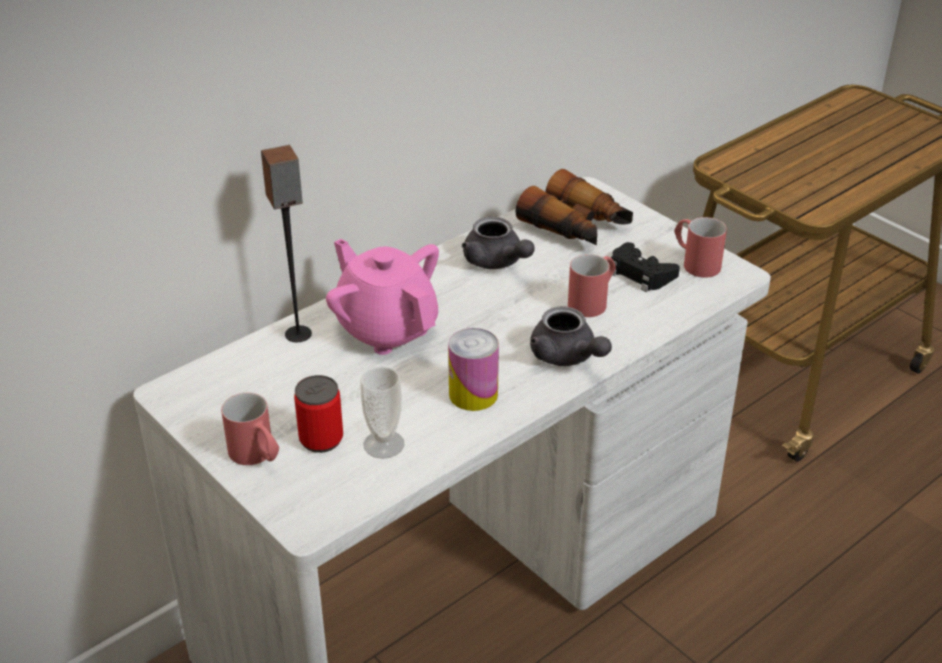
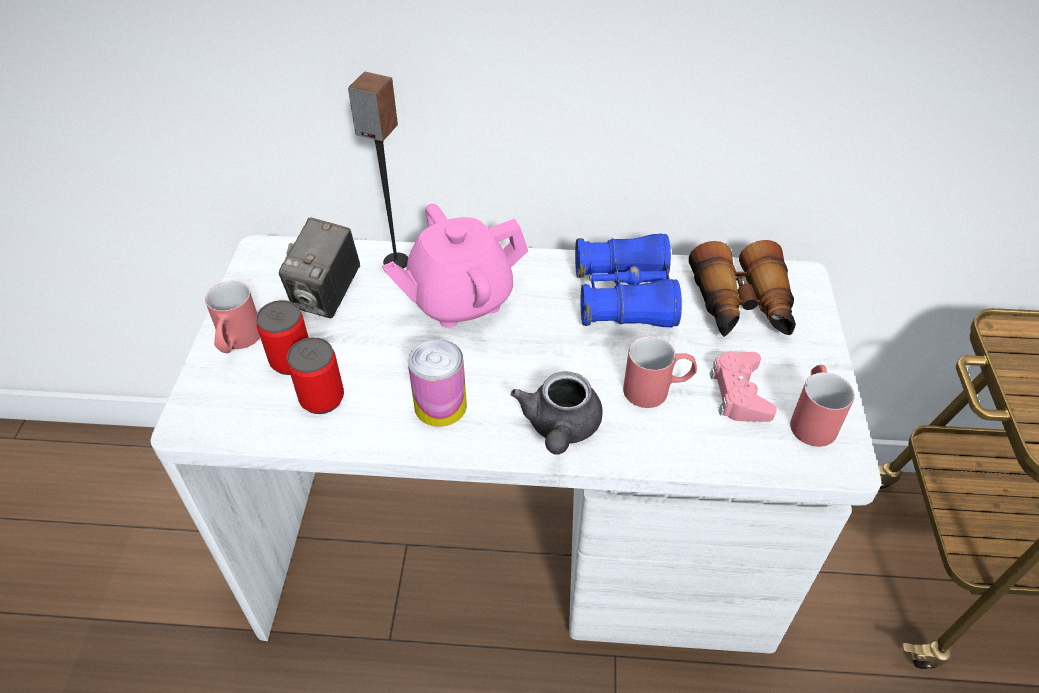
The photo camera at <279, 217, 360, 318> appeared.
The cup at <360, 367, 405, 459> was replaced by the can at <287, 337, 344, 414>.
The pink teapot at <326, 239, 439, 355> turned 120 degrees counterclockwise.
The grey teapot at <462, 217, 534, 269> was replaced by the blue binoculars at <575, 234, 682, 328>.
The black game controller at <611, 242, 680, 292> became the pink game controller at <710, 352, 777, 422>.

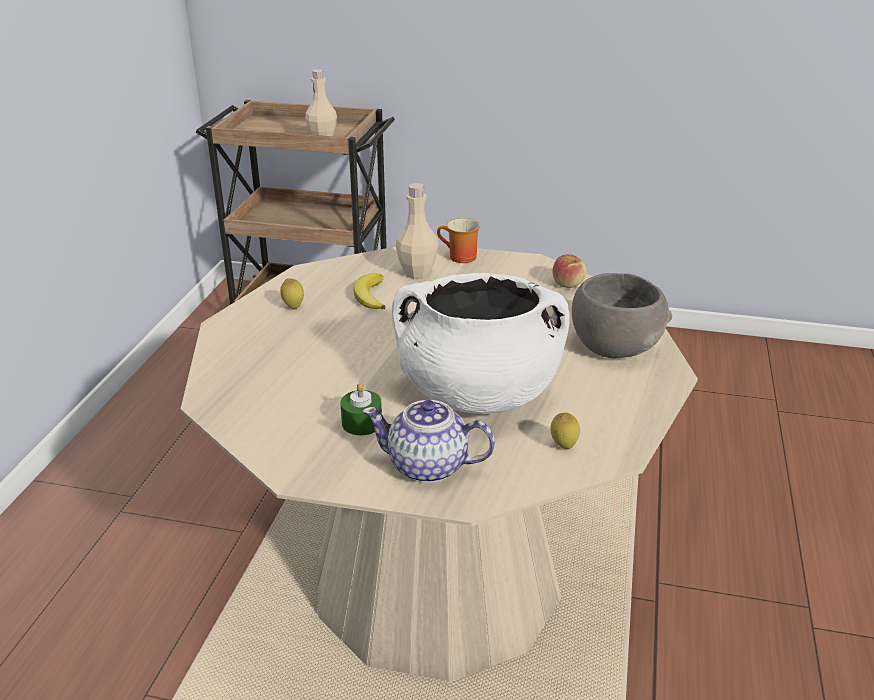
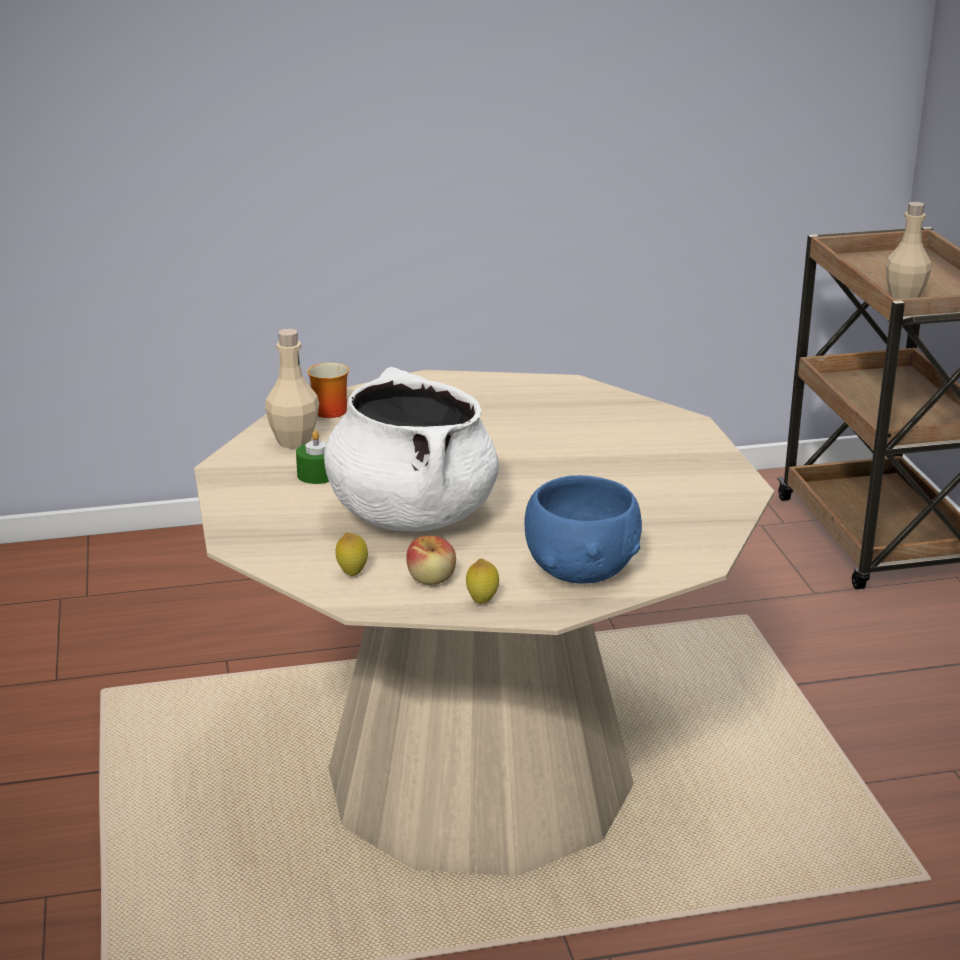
The beige bottle moved from <396, 183, 439, 279> to <265, 329, 319, 449>.
The mug moved from <437, 218, 480, 263> to <307, 363, 349, 418>.
The apple moved from <552, 254, 586, 288> to <406, 536, 456, 585>.
The lemon moved from <280, 278, 304, 309> to <466, 559, 499, 604>.
The grey bowl at <572, 273, 672, 358> became the blue bowl at <524, 475, 642, 584>.
The banana at <353, 273, 385, 309> disappeared.
The teapot at <362, 400, 495, 483> disappeared.

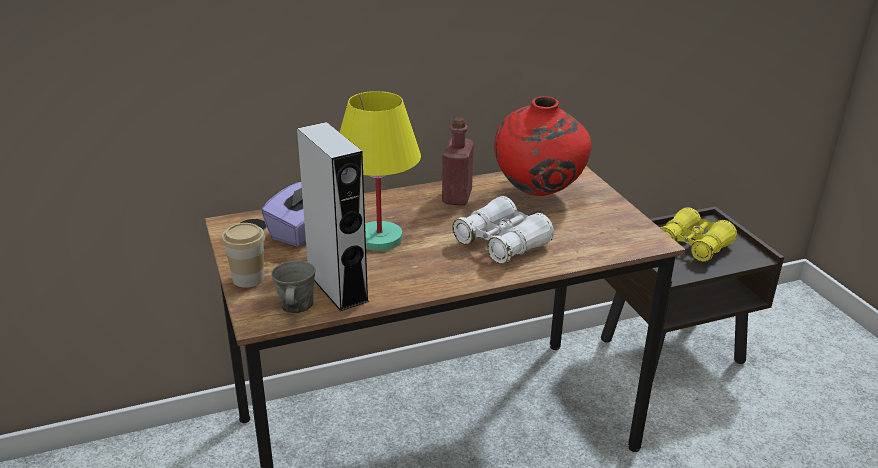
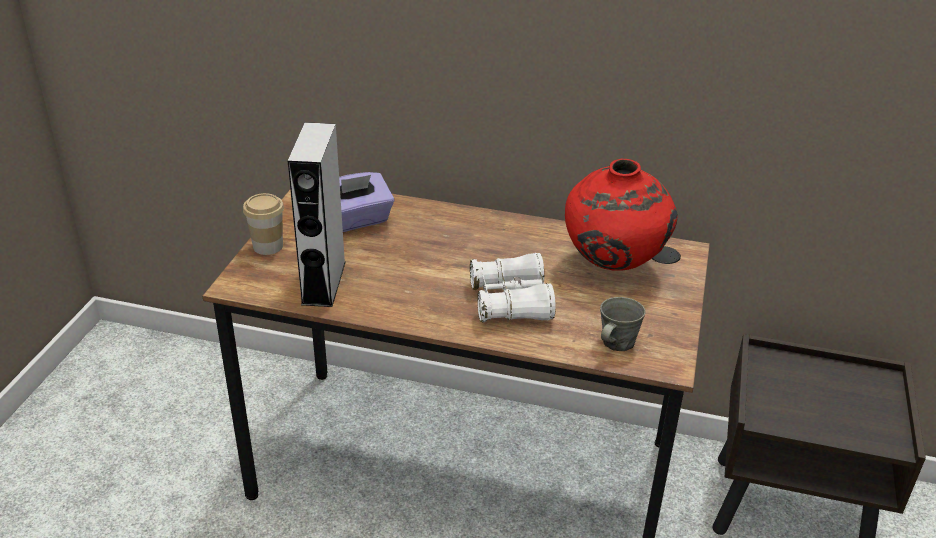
The grey mug moved from <271, 261, 315, 313> to <600, 297, 646, 351>.
The yellow table lamp at <339, 91, 421, 251> disappeared.
The red bottle at <442, 117, 474, 206> disappeared.
The yellow binoculars at <660, 207, 737, 262> disappeared.

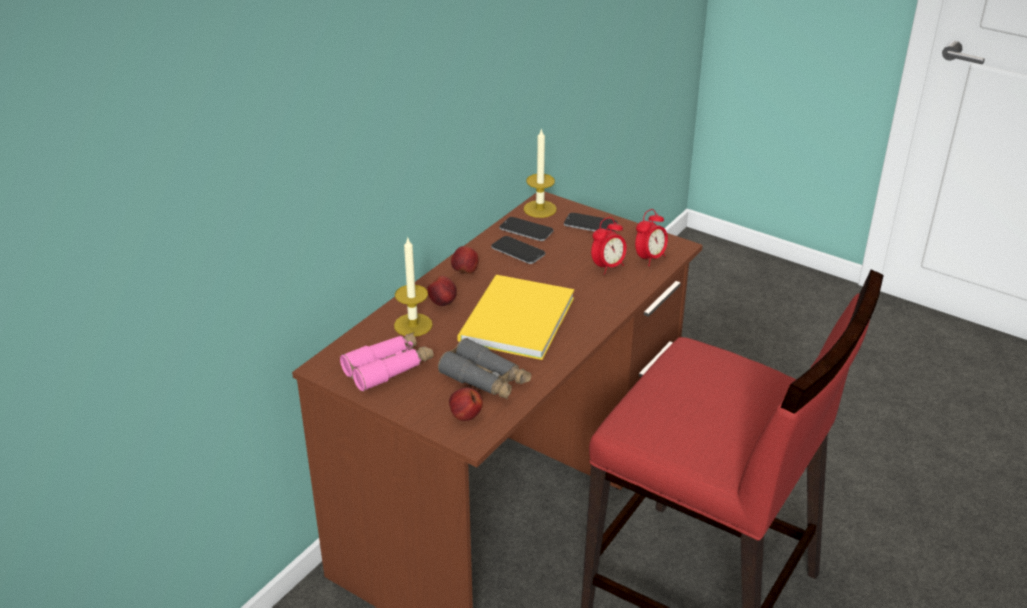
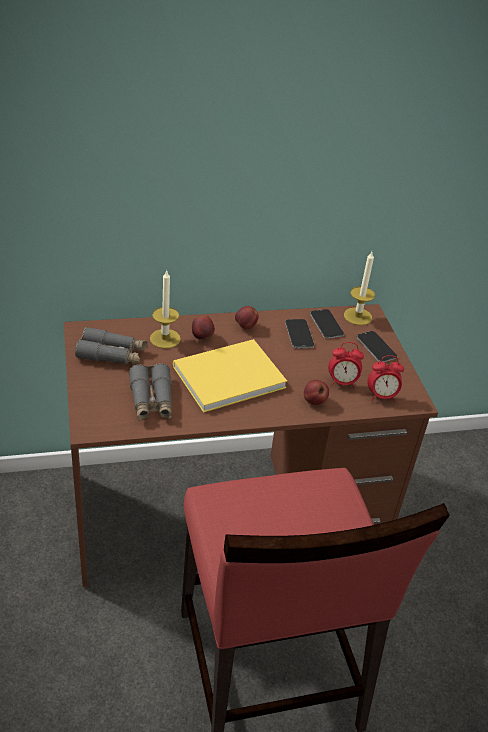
The pink binoculars at <340, 332, 434, 391> became the grey binoculars at <75, 327, 148, 364>.
The apple moved from <449, 388, 483, 421> to <304, 380, 329, 405>.

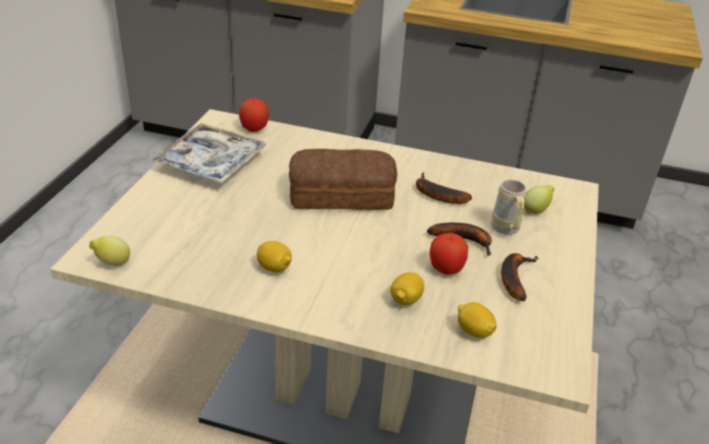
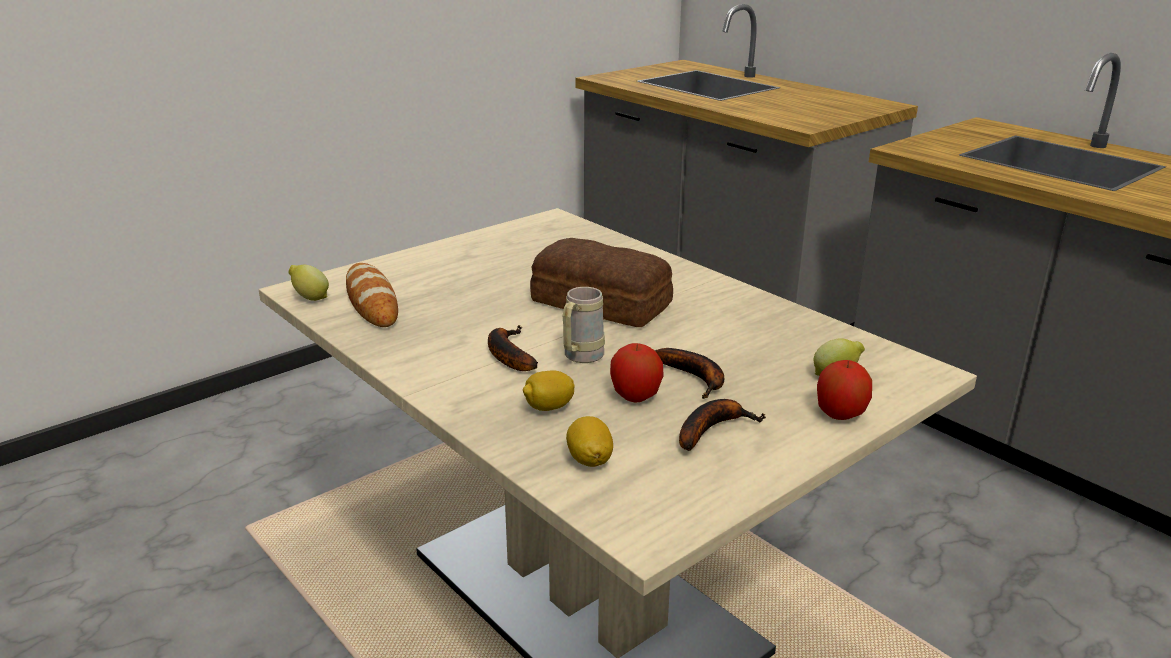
The bread at <346, 263, 398, 327> appeared.
The banana moved from <416, 172, 472, 204> to <488, 325, 538, 371>.
The beige mug moved from <491, 179, 527, 235> to <563, 287, 605, 363>.
The apple moved from <239, 98, 269, 132> to <817, 360, 872, 420>.
The tray at <151, 123, 266, 183> disappeared.
The lemon at <257, 241, 292, 272> disappeared.

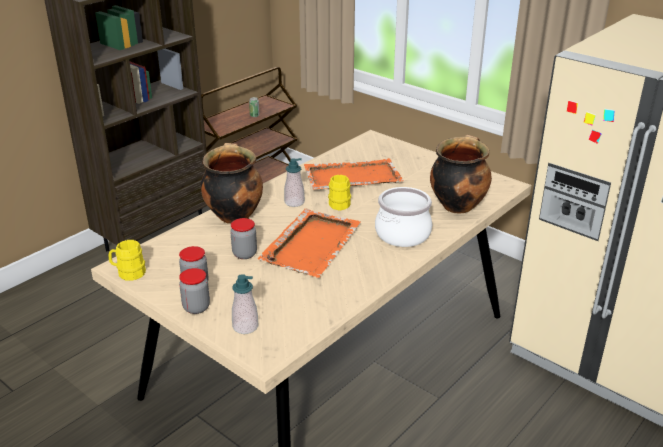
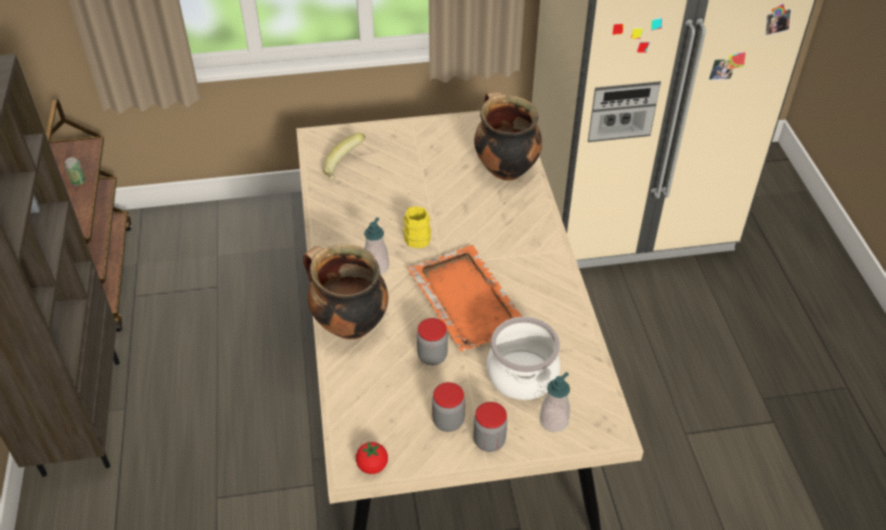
The banana at <322, 133, 365, 179> appeared.
The yellow mug at <109, 240, 146, 281> was replaced by the tomato at <356, 442, 388, 474>.
The cooking pot moved from <375, 187, 432, 247> to <486, 317, 560, 400>.
The orange tray at <304, 158, 404, 189> disappeared.

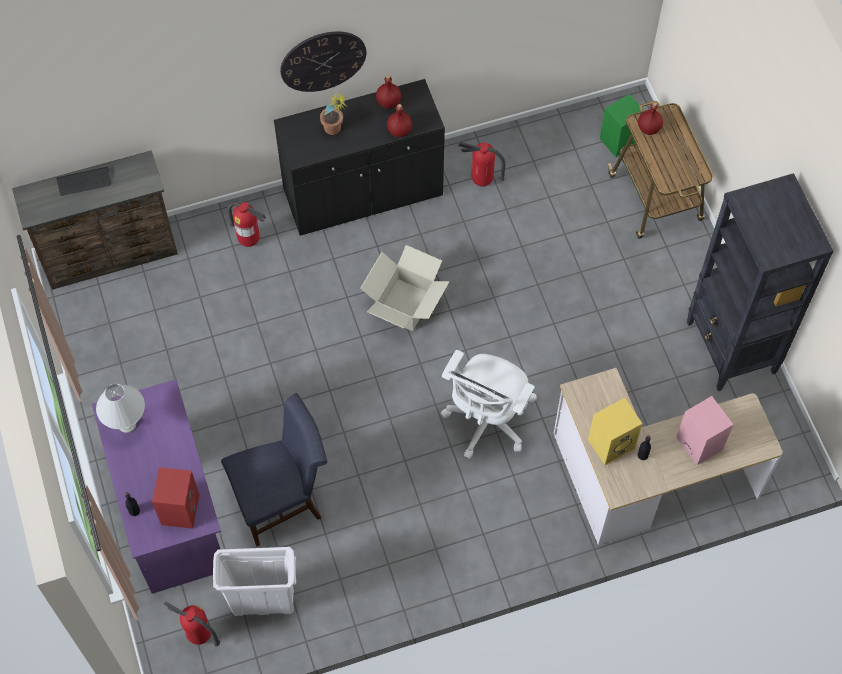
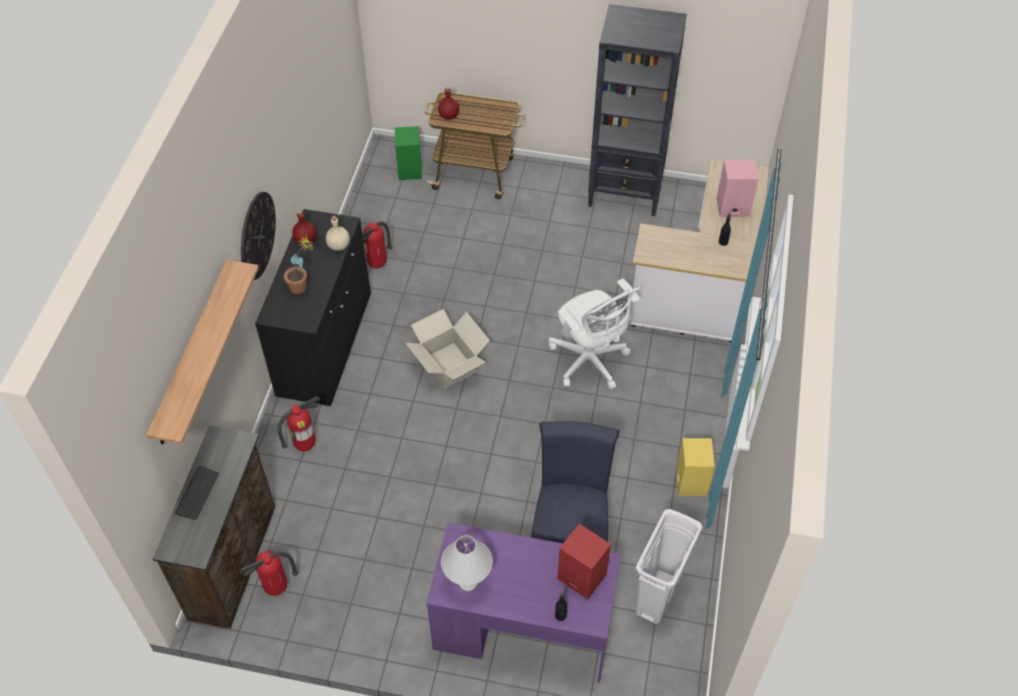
The shelf at <146, 260, 259, 445> appeared.
The fire extinguisher moved from <164, 602, 220, 646> to <240, 551, 298, 596>.
The red bottle at <387, 104, 412, 137> became the beige bottle at <326, 216, 350, 251>.
The yellow speaker moved from <588, 398, 642, 465> to <676, 438, 715, 496>.

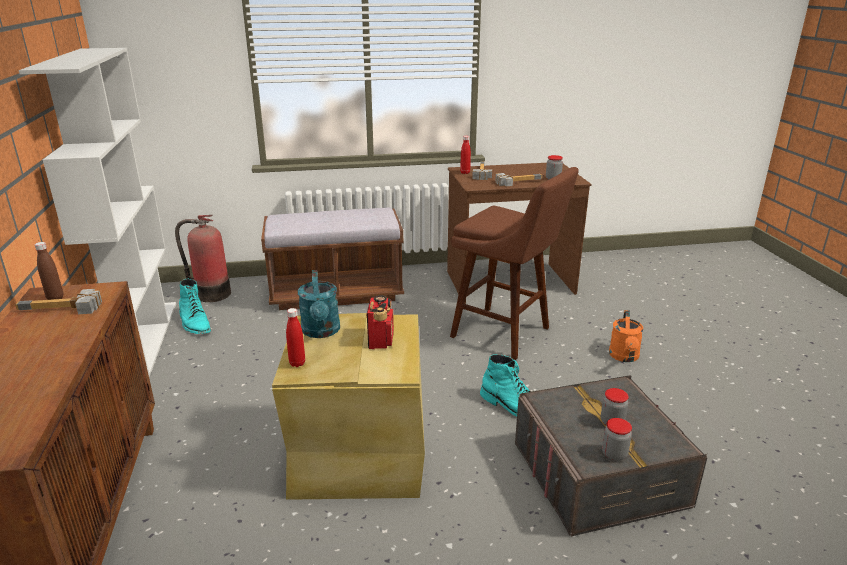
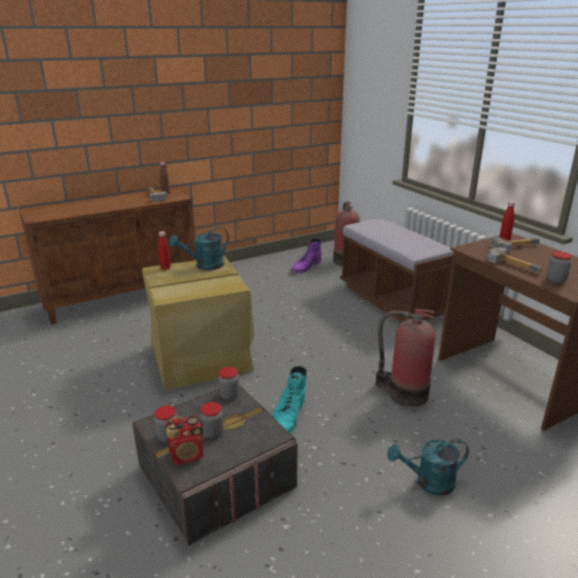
The radio moved from <366, 295, 394, 349> to <166, 415, 203, 465>.
The jar at <218, 367, 239, 400> appeared.
The turquoise boot at <179, 279, 211, 334> became the purple boot at <291, 238, 322, 274>.
The brown stool at <450, 167, 579, 360> was replaced by the fire extinguisher at <376, 309, 435, 407>.
The orange watering can at <609, 310, 643, 362> became the turquoise watering can at <387, 439, 469, 496>.
The white bookcase at <19, 48, 176, 377> disappeared.

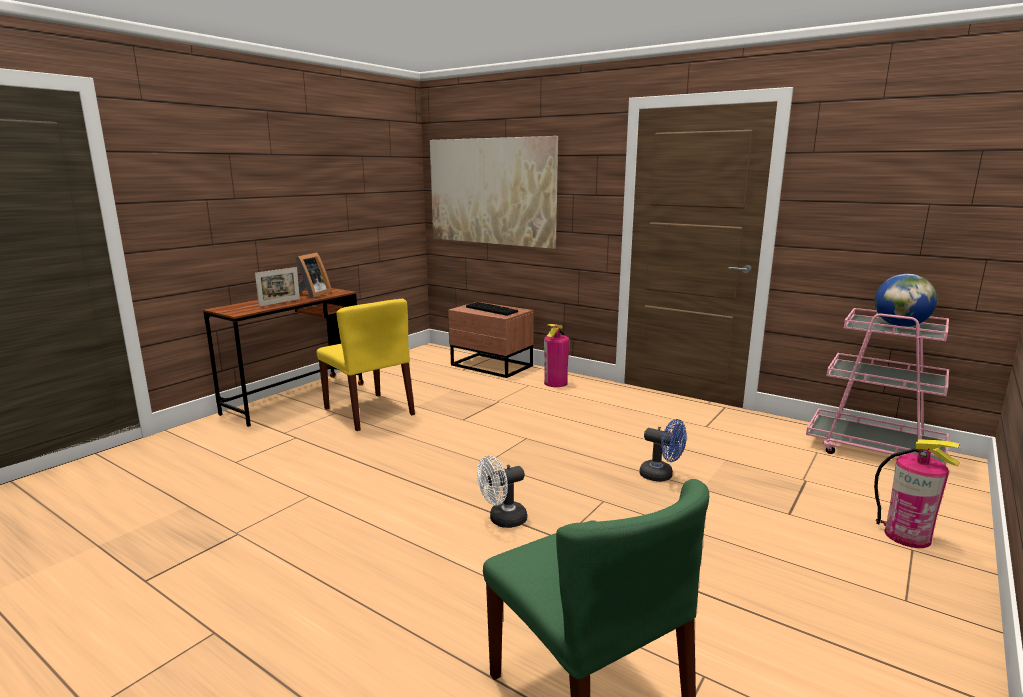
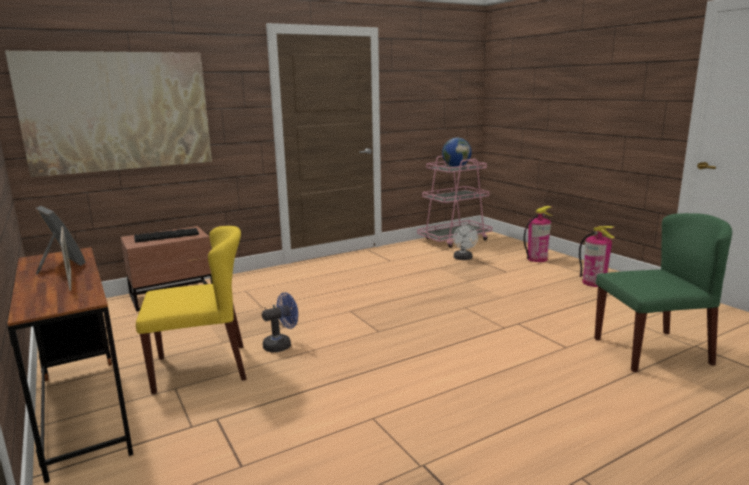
The blue fan moved from <640, 419, 687, 482> to <262, 293, 298, 352>.
The white fan moved from <477, 455, 527, 528> to <453, 225, 478, 260>.
The fire extinguisher moved from <544, 324, 570, 387> to <579, 226, 615, 287>.

